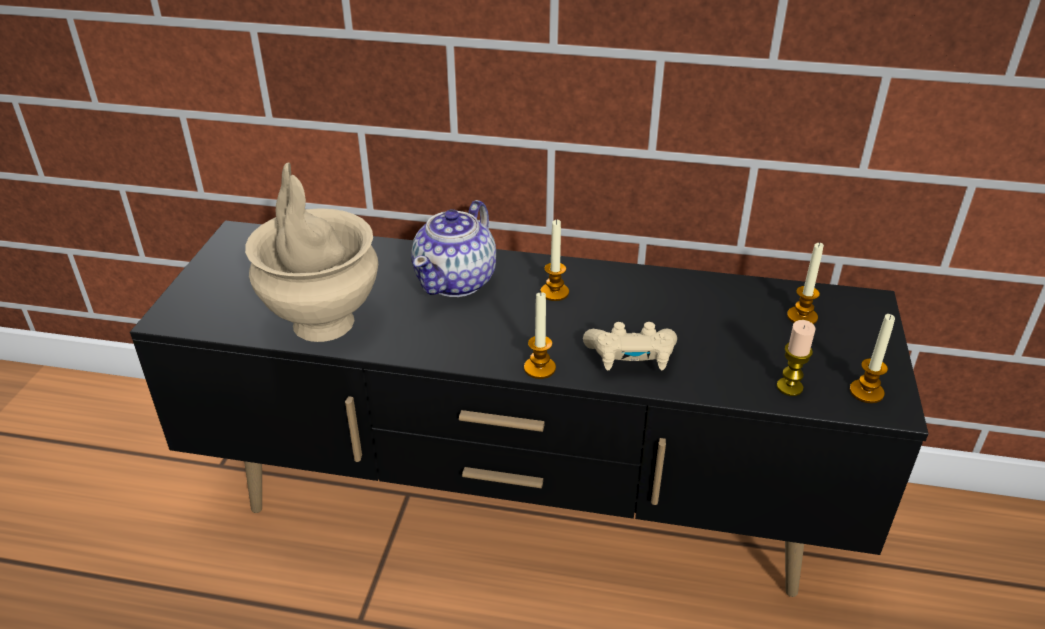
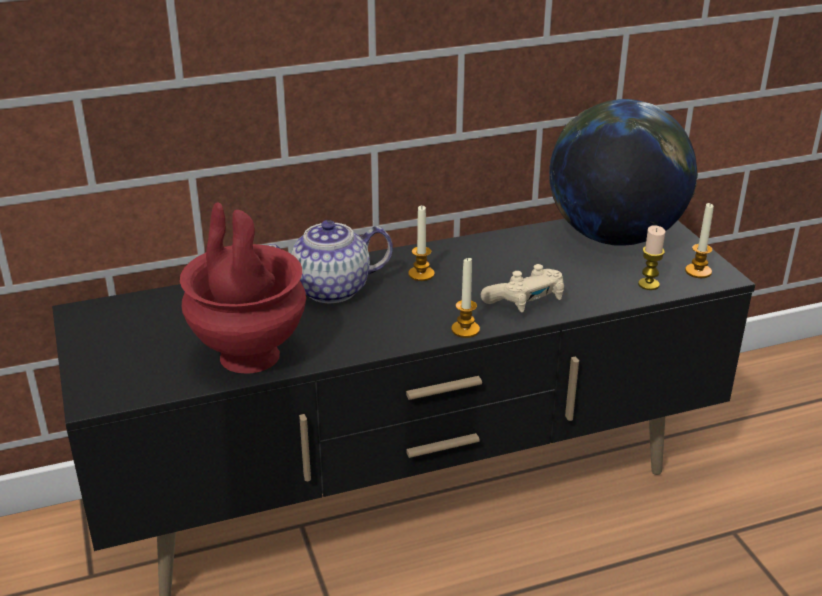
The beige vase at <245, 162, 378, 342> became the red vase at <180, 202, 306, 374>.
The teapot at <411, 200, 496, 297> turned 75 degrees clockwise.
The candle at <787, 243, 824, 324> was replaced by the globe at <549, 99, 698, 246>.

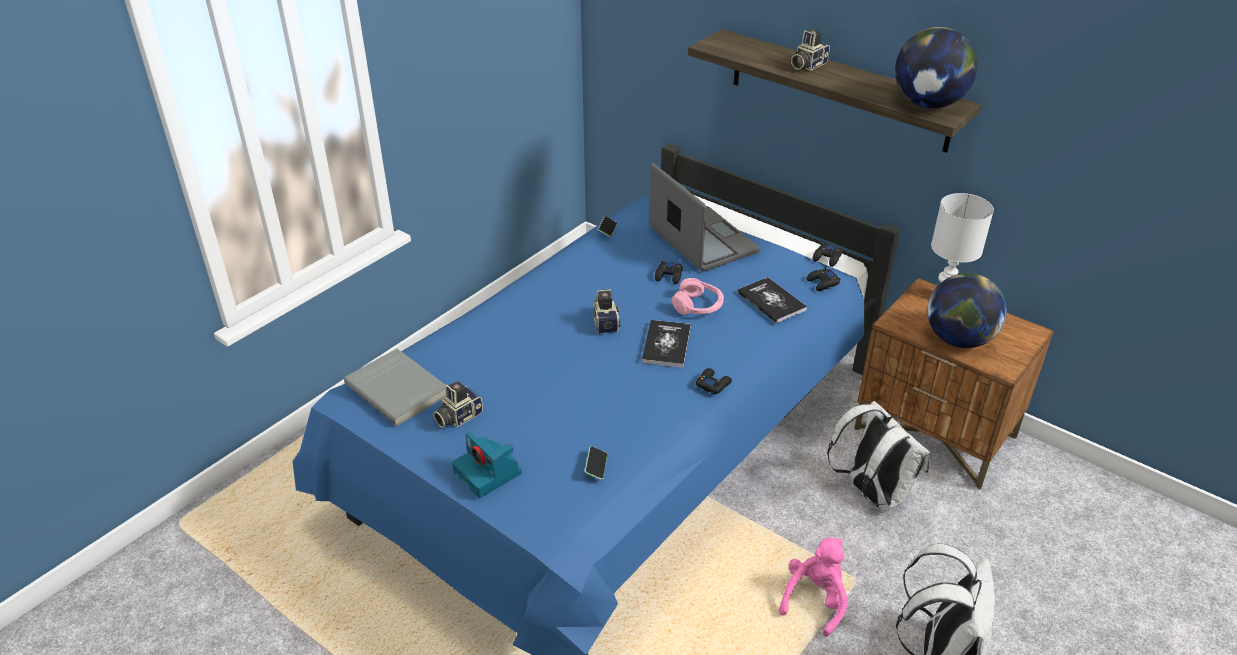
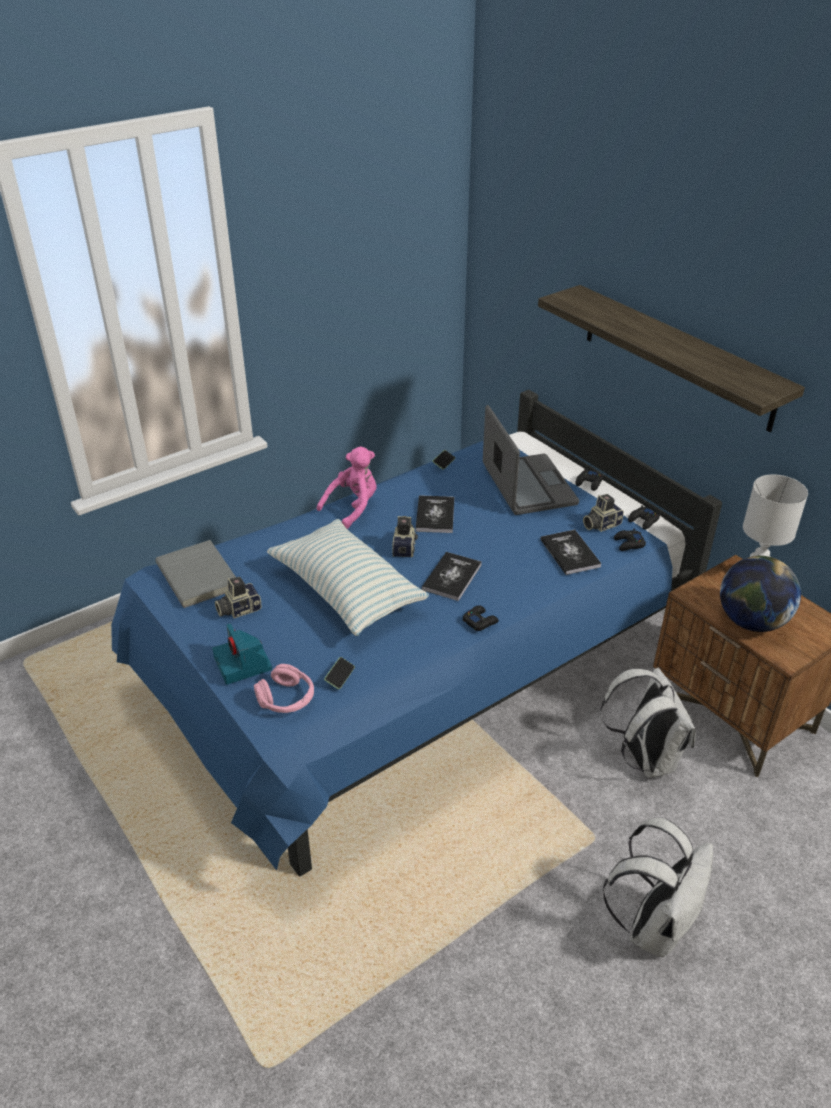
The pink headphones moved from <672, 278, 724, 315> to <254, 664, 314, 713>.
The pillow at <267, 519, 429, 636> appeared.
The pink plush toy moved from <779, 537, 848, 637> to <317, 446, 377, 529>.
The book at <415, 495, 454, 533> appeared.
The black game controller moved from <655, 261, 683, 284> to <576, 469, 603, 491>.
The photo camera moved from <791, 29, 830, 71> to <583, 494, 624, 532>.
The globe at <895, 27, 977, 108> disappeared.

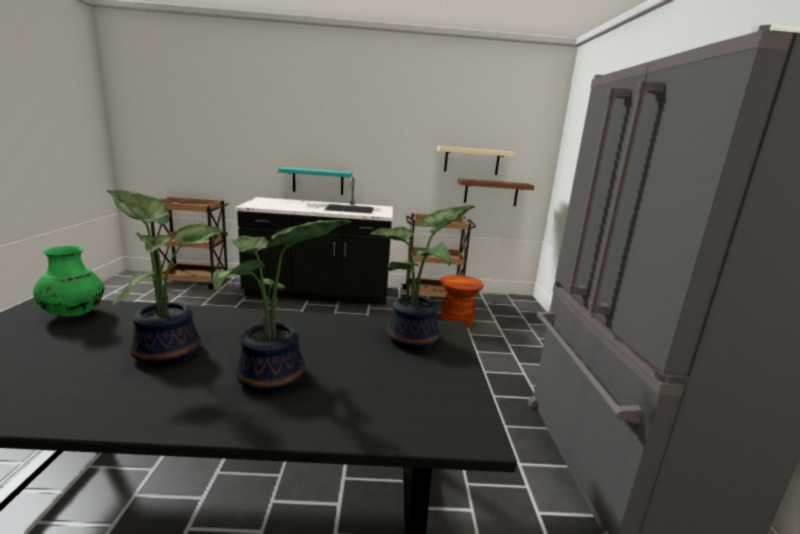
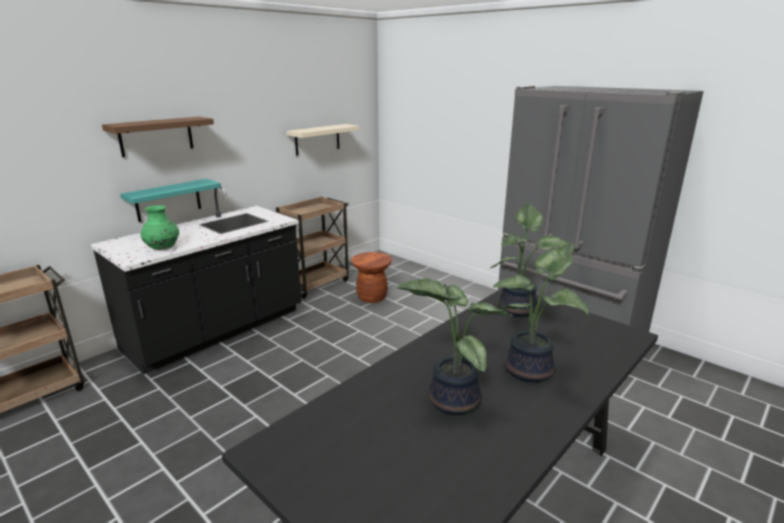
The brown shelf moved from <457, 178, 534, 206> to <102, 117, 214, 157>.
The green vase moved from <33, 246, 104, 317> to <141, 206, 179, 250>.

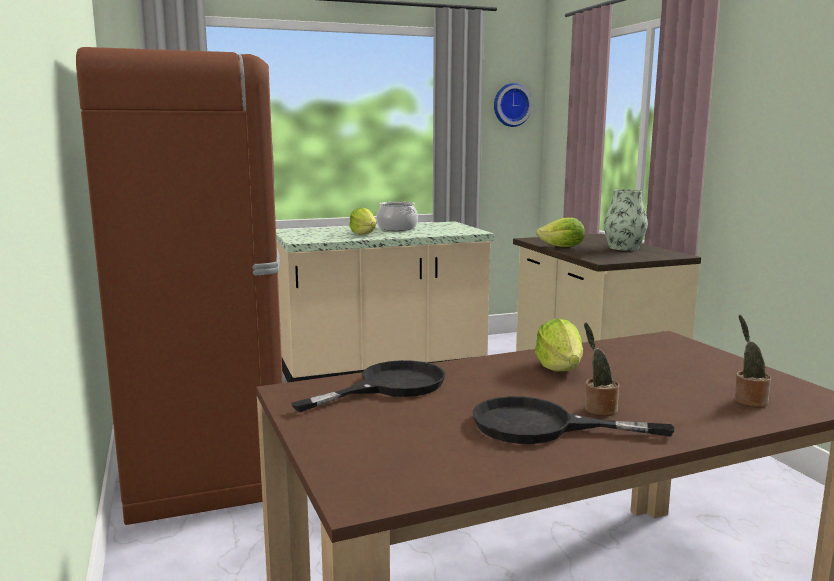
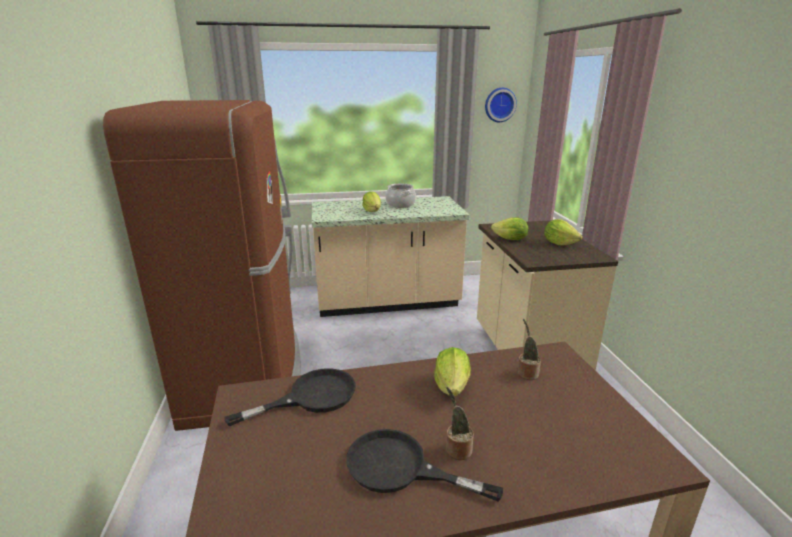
The potted plant moved from <735, 315, 771, 407> to <518, 319, 541, 380>.
The vase at <604, 189, 648, 251> was replaced by the lettuce at <544, 219, 583, 245>.

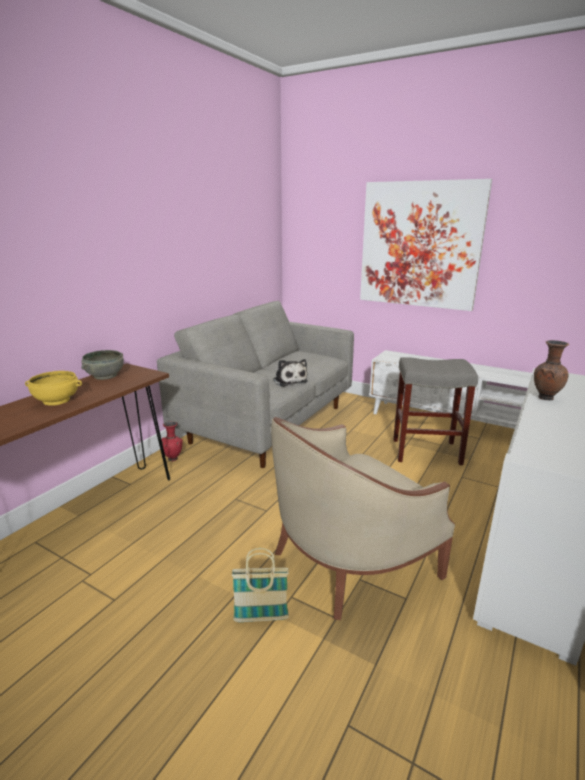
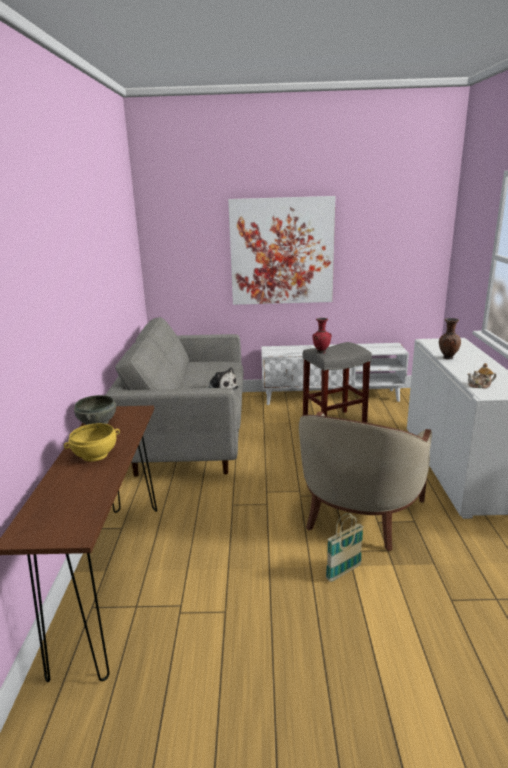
The red vase moved from <161, 421, 183, 462> to <312, 318, 332, 354>.
The teapot at <467, 363, 496, 388> appeared.

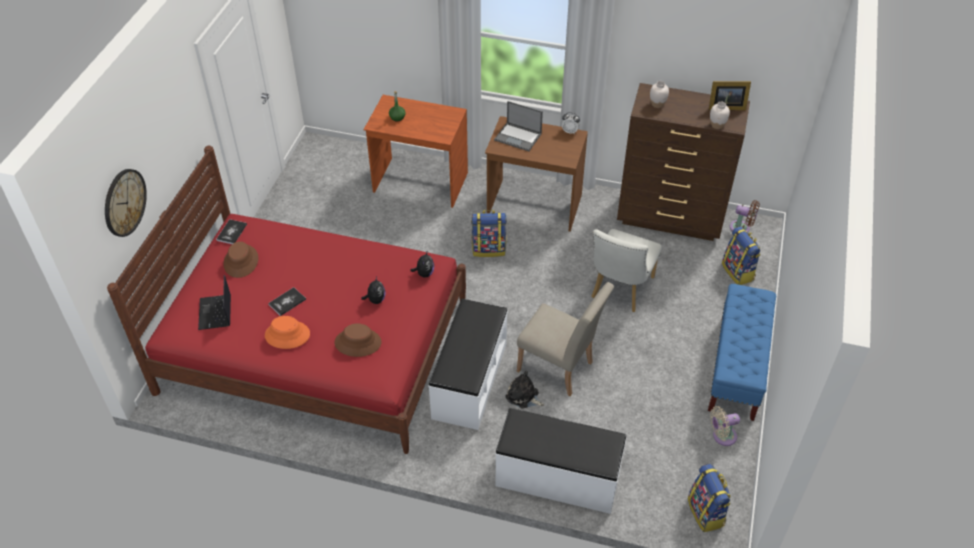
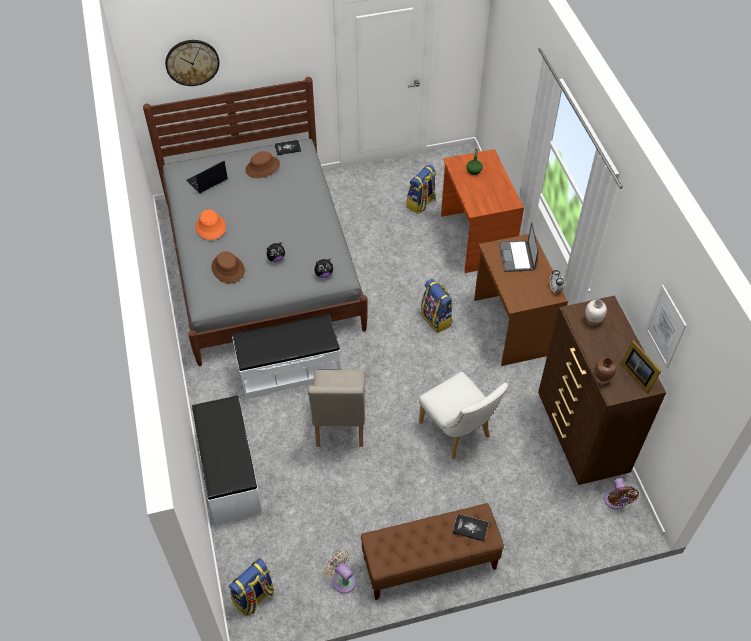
The red bed at <107, 146, 466, 454> became the grey bed at <143, 77, 368, 366>.
The blue bench at <708, 284, 776, 421> became the brown bench at <361, 503, 504, 600>.
The backpack moved from <722, 226, 761, 285> to <407, 164, 436, 214>.
The white chair at <591, 229, 662, 312> turned 120 degrees counterclockwise.
The book moved from <268, 287, 306, 316> to <453, 514, 489, 541>.
The white vase at <710, 102, 730, 129> became the brown vase at <594, 358, 617, 384>.
The picture at <645, 285, 687, 369> appeared.
The plush toy at <505, 371, 544, 409> disappeared.

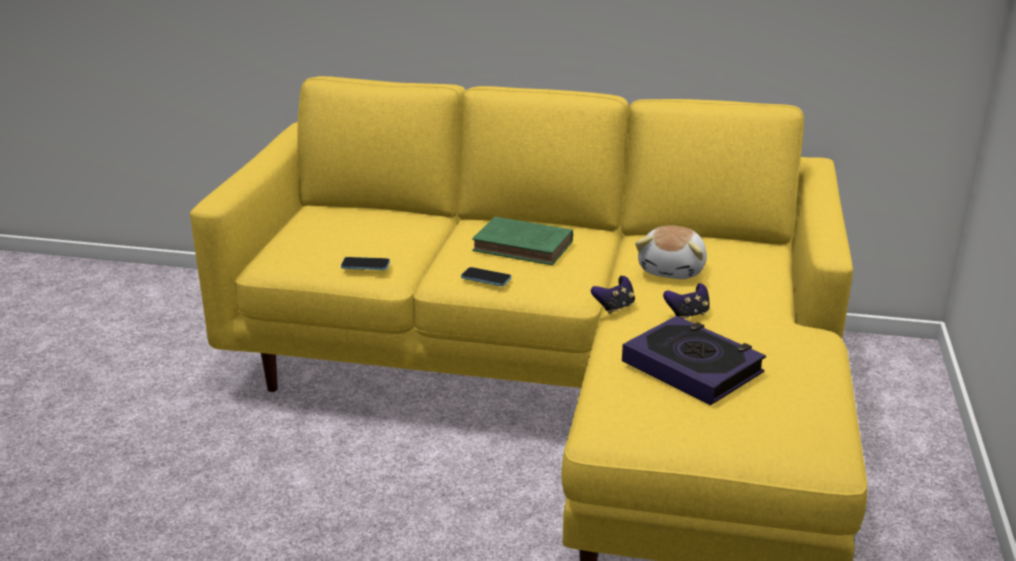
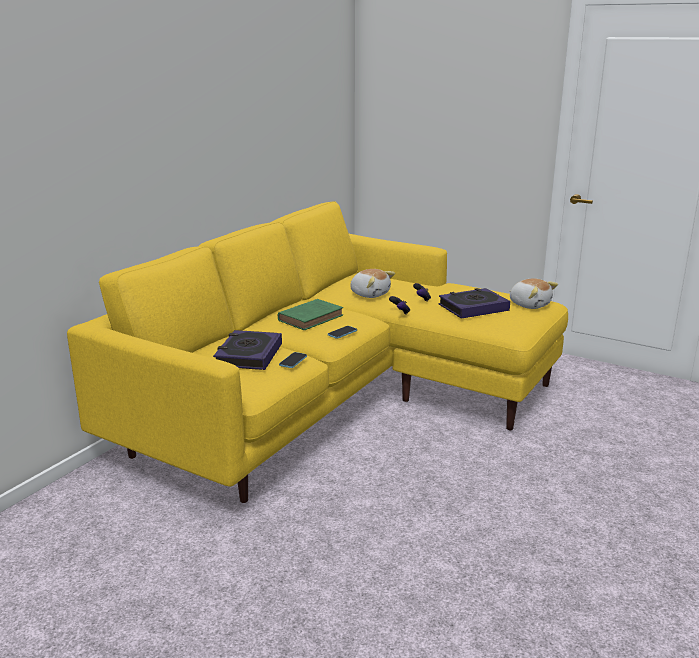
The book at <213, 330, 282, 370> appeared.
The plush toy at <509, 278, 558, 309> appeared.

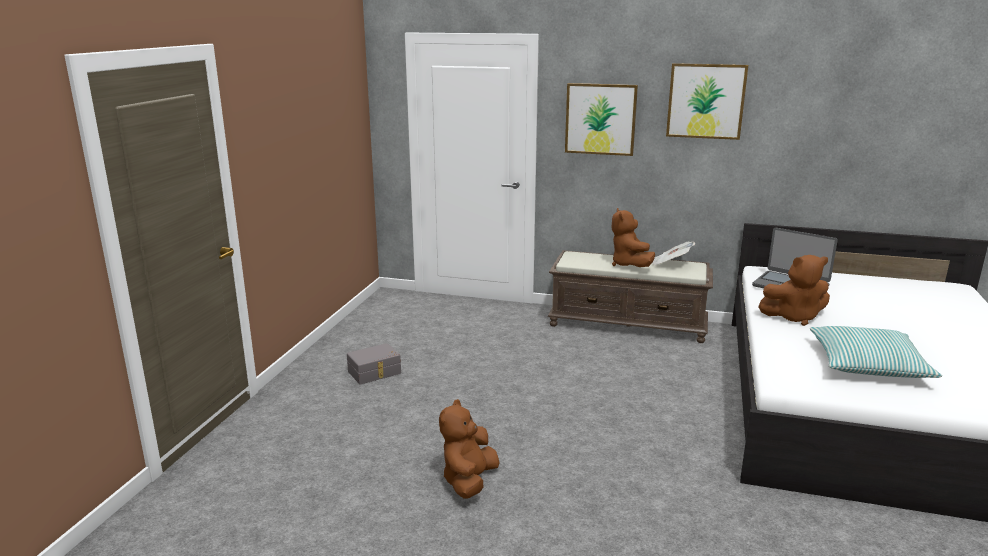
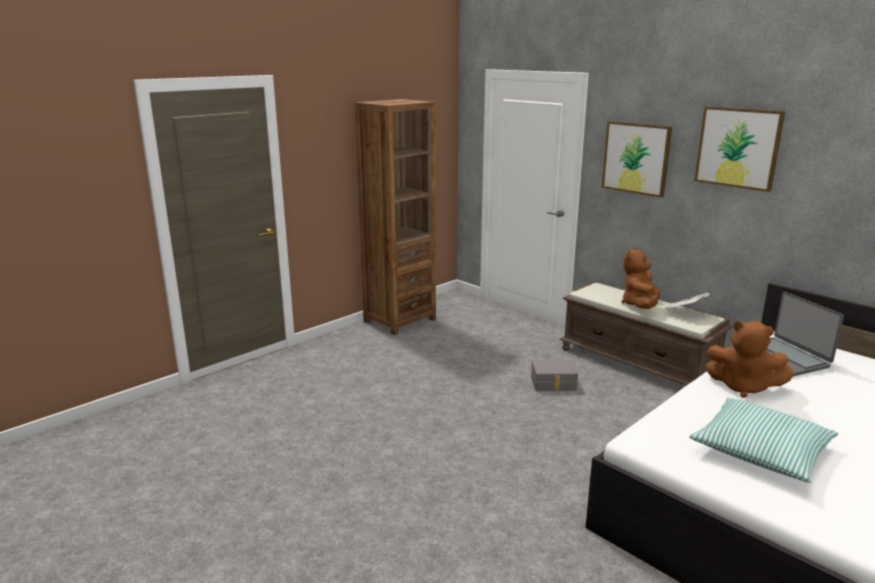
The brown bookcase at <354, 99, 436, 335> appeared.
The grey storage box moved from <347, 343, 401, 385> to <531, 360, 578, 391>.
The brown plush toy at <439, 399, 499, 499> disappeared.

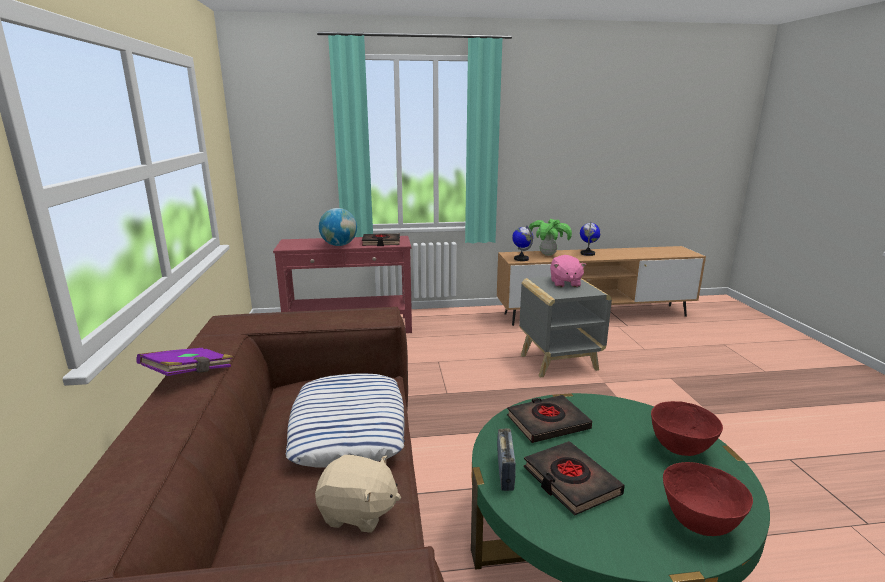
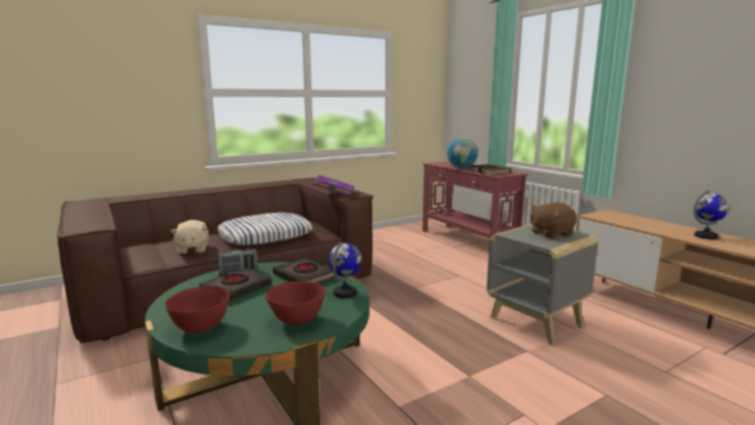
The purple book moved from <136, 348, 233, 376> to <313, 175, 354, 197>.
The globe moved from <512, 225, 533, 261> to <328, 242, 362, 298>.
The pink plush toy at <550, 255, 586, 287> became the brown plush toy at <531, 203, 577, 239>.
The potted plant at <529, 219, 572, 256> disappeared.

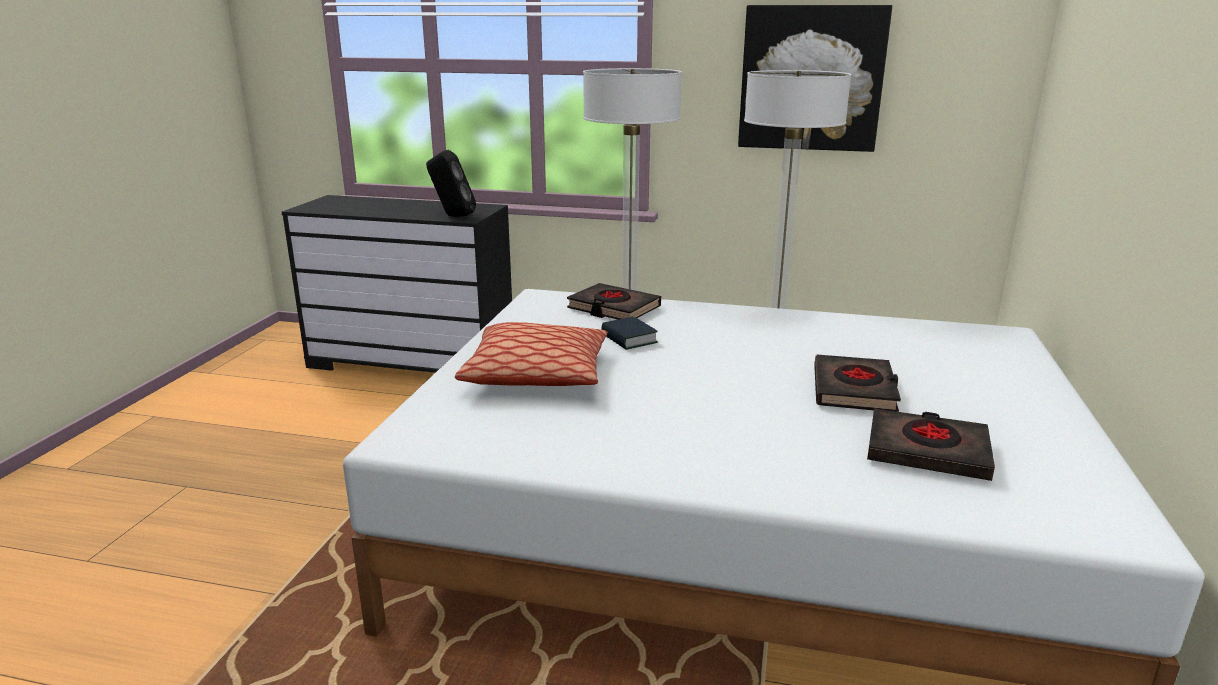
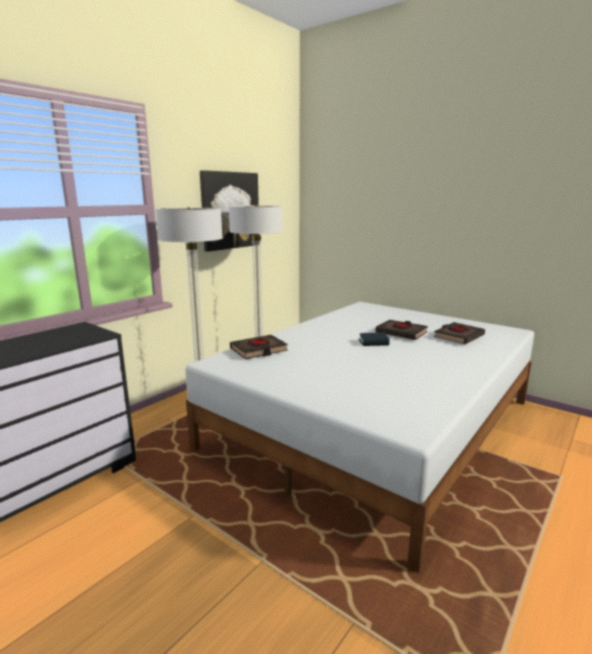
The book moved from <601, 317, 658, 350> to <359, 333, 389, 346>.
The black speaker at <426, 150, 476, 217> disappeared.
The pillow at <455, 322, 608, 386> disappeared.

